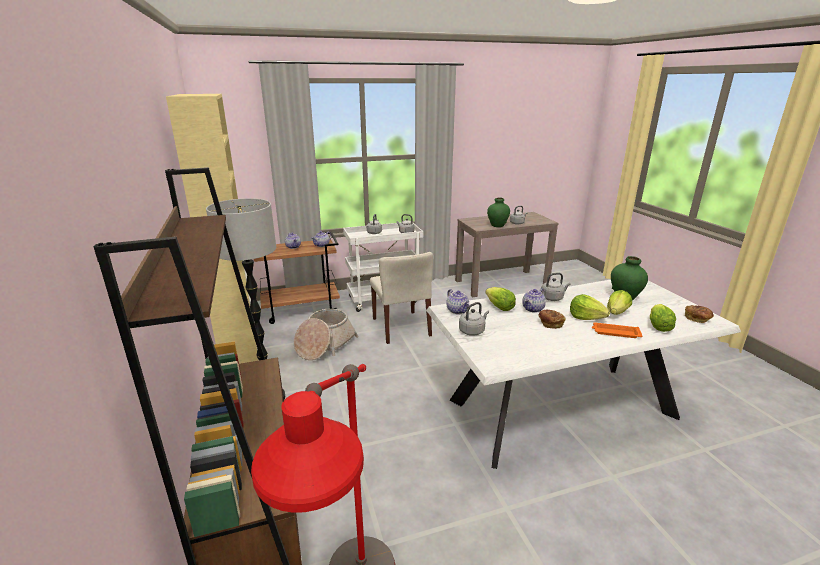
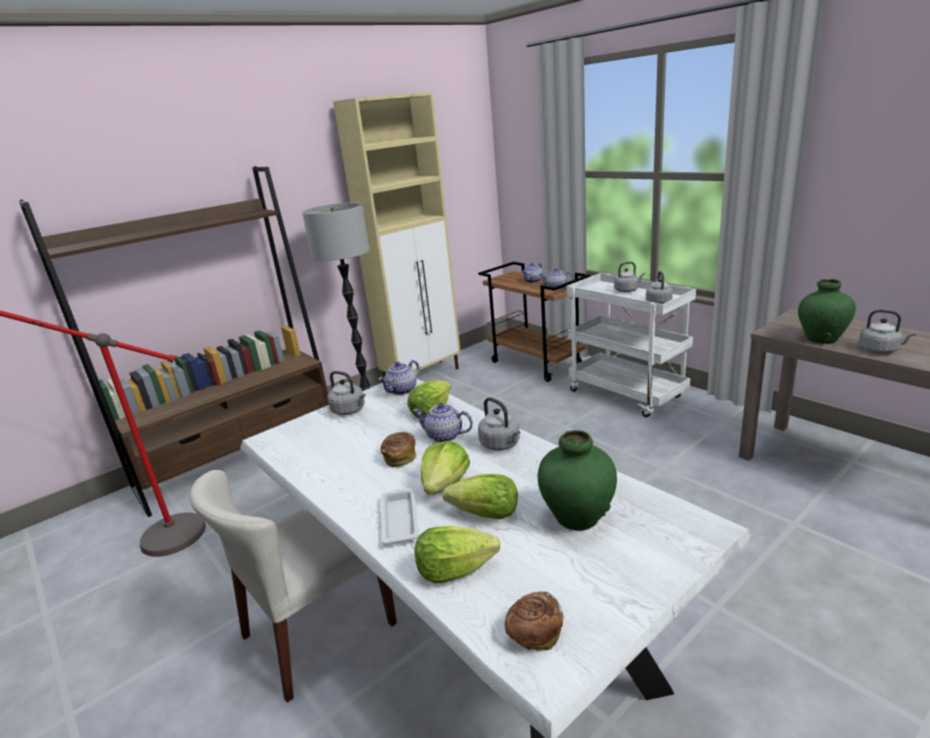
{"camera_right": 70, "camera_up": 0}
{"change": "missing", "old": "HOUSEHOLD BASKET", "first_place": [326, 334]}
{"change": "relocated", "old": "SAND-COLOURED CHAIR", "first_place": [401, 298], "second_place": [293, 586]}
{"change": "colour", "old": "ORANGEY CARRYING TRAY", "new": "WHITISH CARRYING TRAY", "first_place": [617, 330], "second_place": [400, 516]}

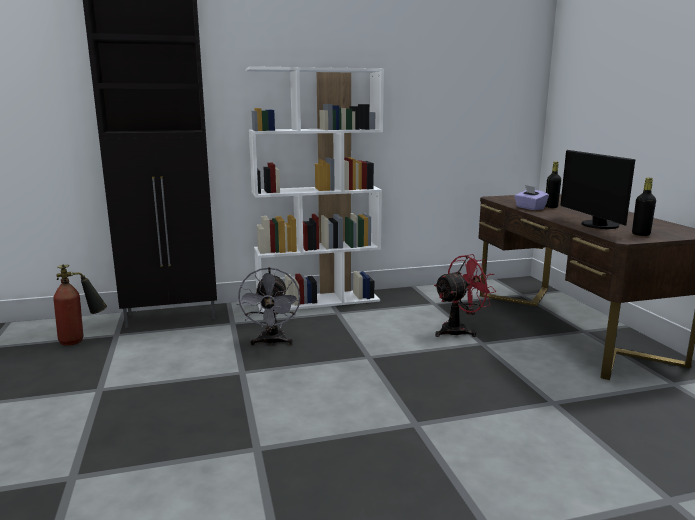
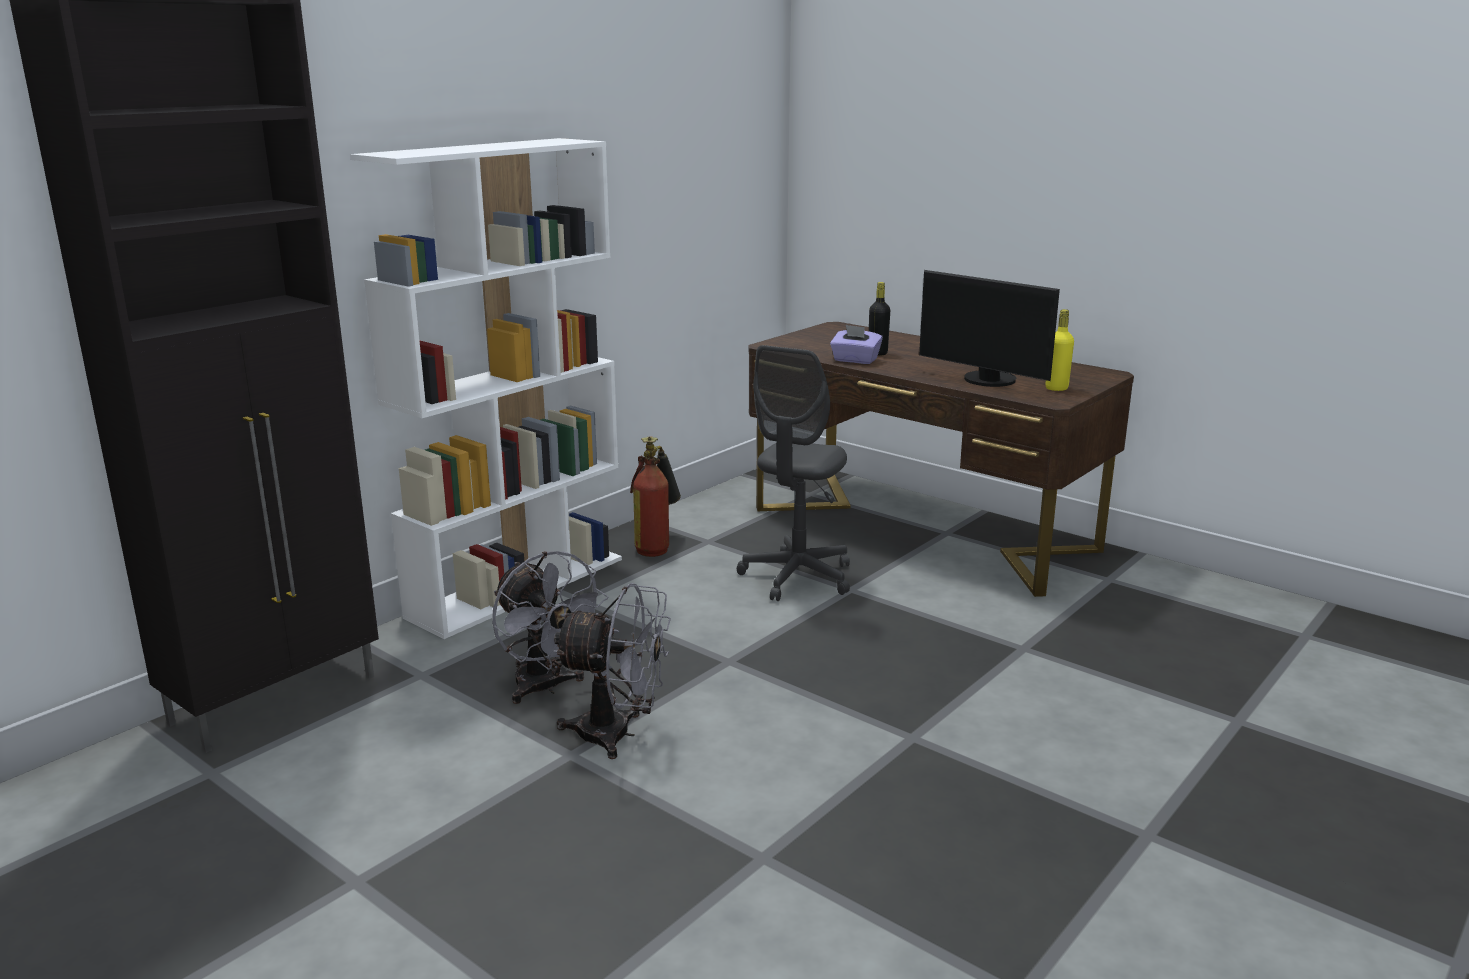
{"camera_right": -35, "camera_up": 5}
{"change": "appeared", "new": "GREY COOLING FAN", "second_place": [611, 671]}
{"change": "relocated", "old": "FIRE-FIGHTING CYLINDER", "first_place": [80, 305], "second_place": [655, 496]}
{"change": "exchanged", "old": "REDDISH COOLING FAN", "new": "GREY OFFICE CHAIR", "first_place": [465, 295], "second_place": [793, 473]}
{"change": "colour", "old": "BLACKISH DRINK BOTTLE", "new": "YELLOW DRINK BOTTLE", "first_place": [644, 207], "second_place": [1060, 350]}

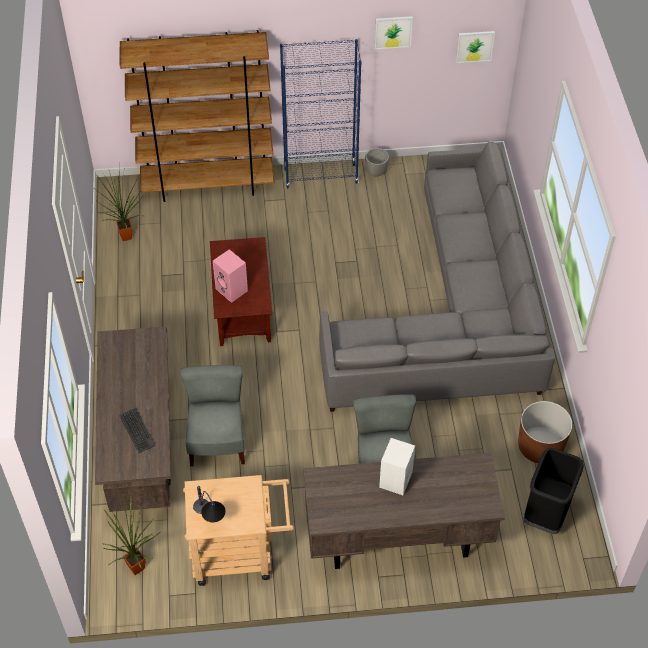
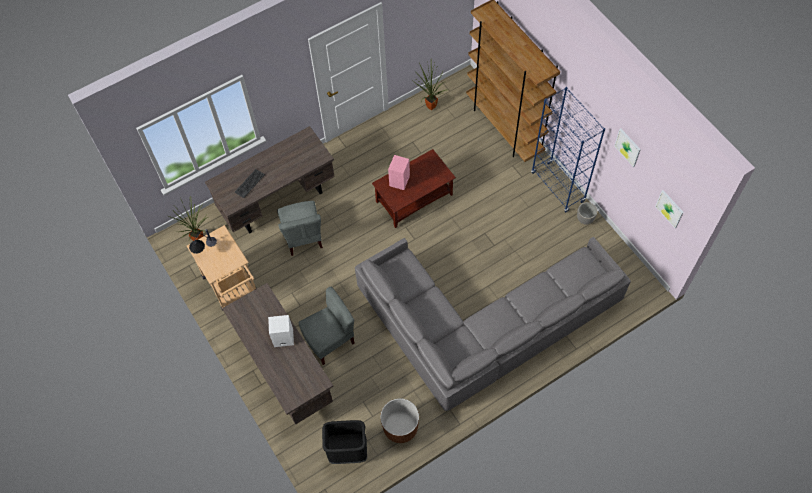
{"camera_right": 65, "camera_up": 10}
{"change": "spun", "old": "GREY CHAIR", "first_place": [213, 415], "second_place": [300, 228], "degrees": 105}

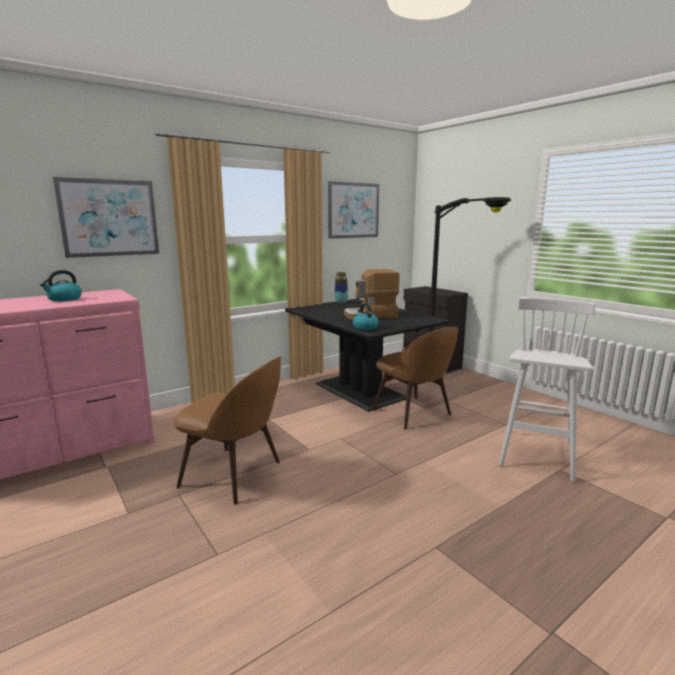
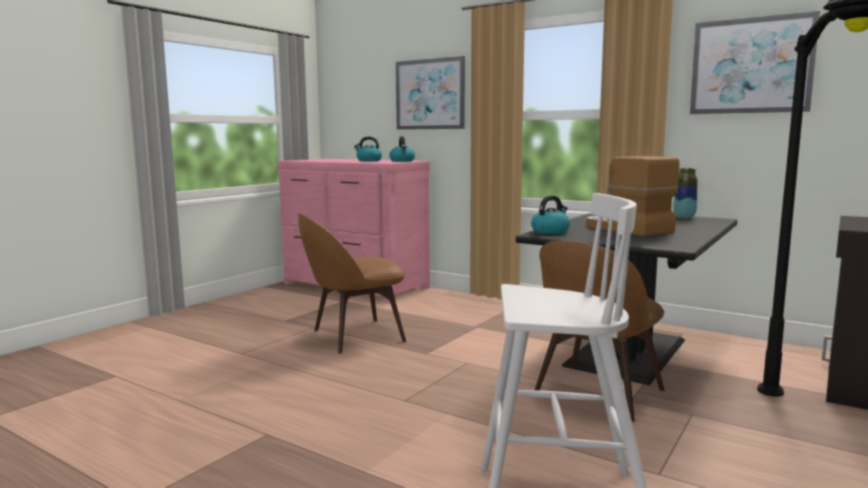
{"camera_right": 70, "camera_up": -5}
{"change": "appeared", "new": "TEA KETTLE", "second_place": [402, 149]}
{"change": "spun", "old": "BROWN CHAIR", "first_place": [227, 431], "second_place": [352, 283], "degrees": 60}

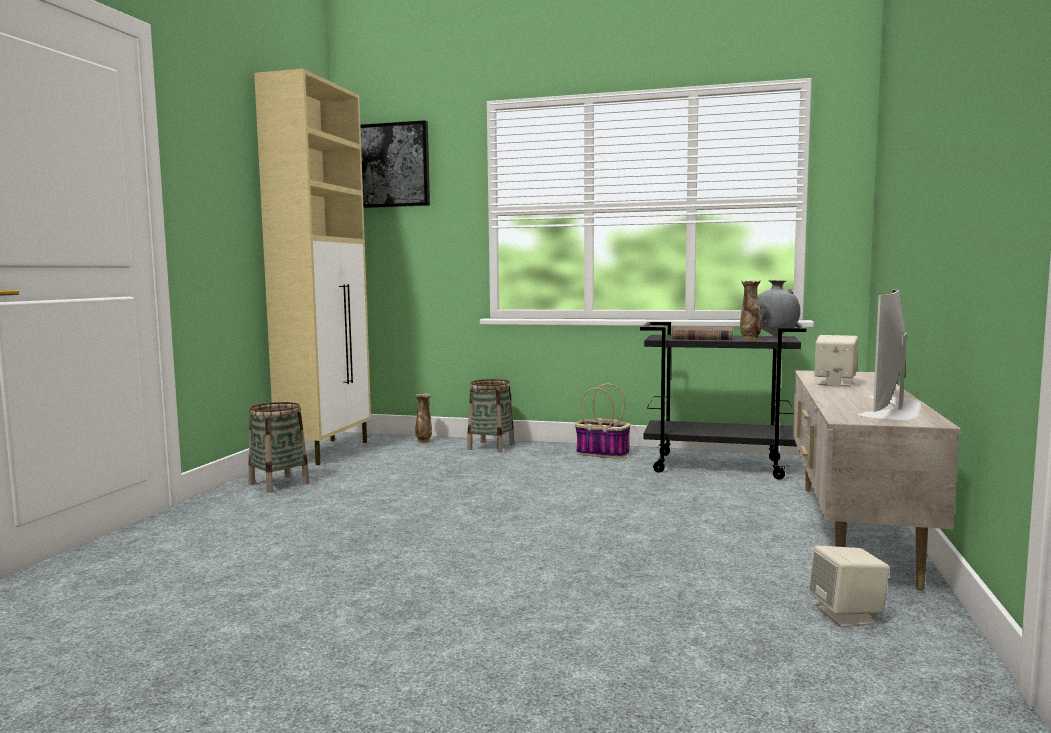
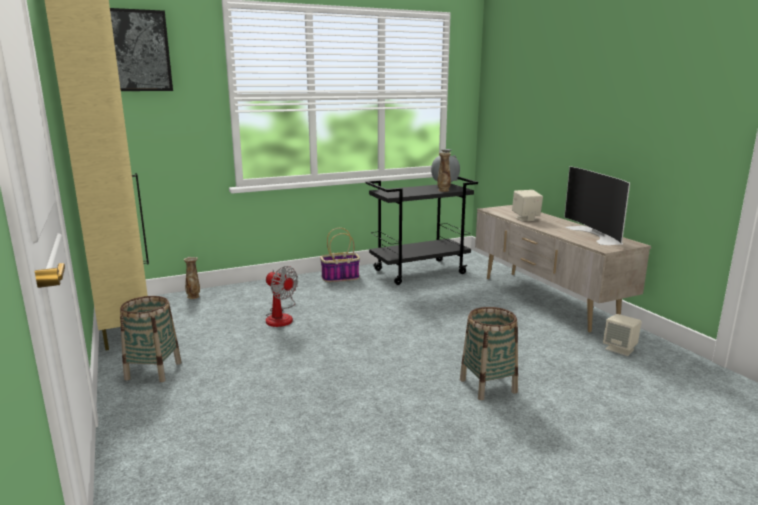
{"camera_right": -40, "camera_up": 10}
{"change": "missing", "old": "BROWN VOLUME", "first_place": [702, 333]}
{"change": "appeared", "new": "COOLING FAN", "second_place": [282, 296]}
{"change": "relocated", "old": "HOUSEHOLD BASKET", "first_place": [491, 415], "second_place": [489, 353]}

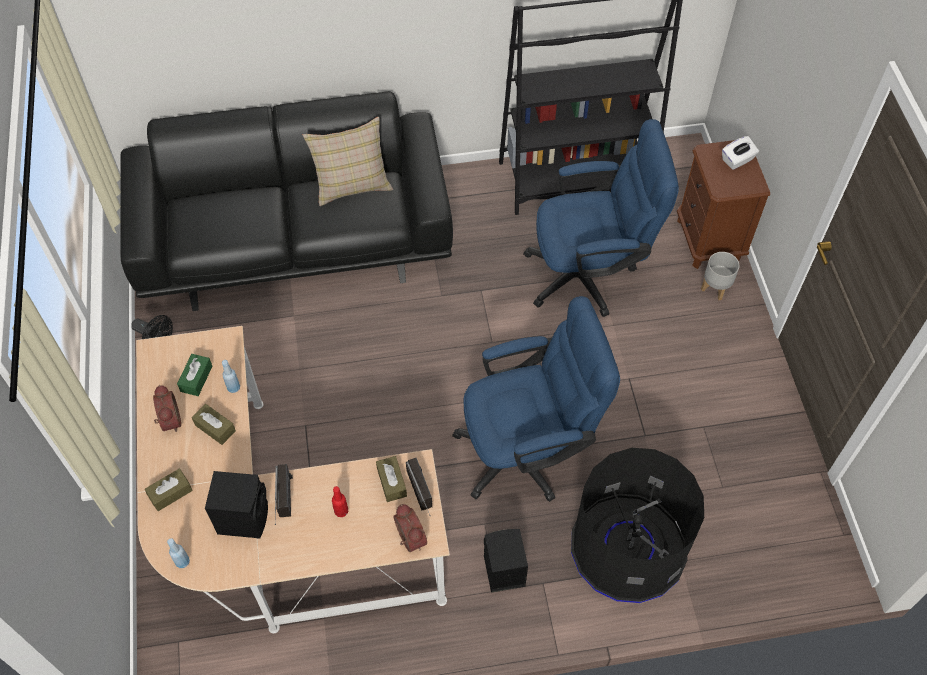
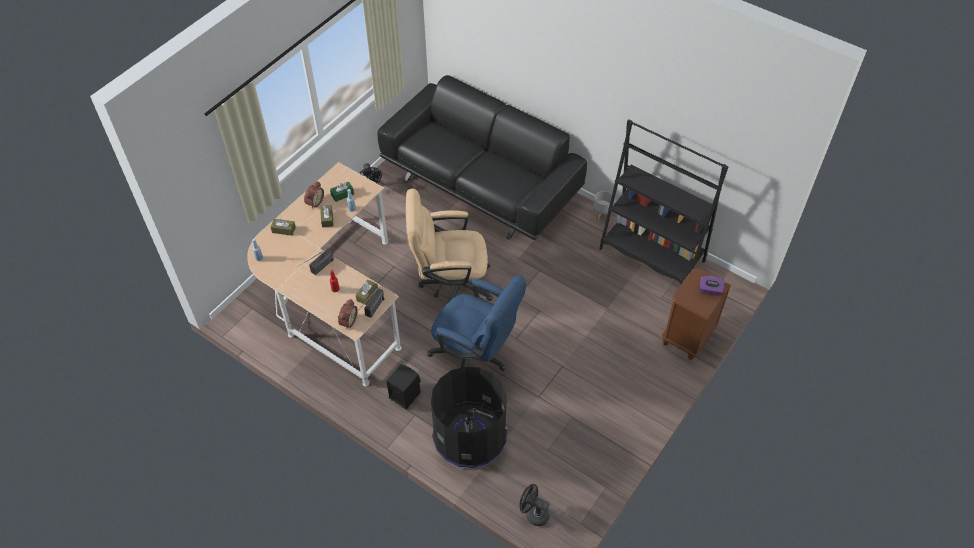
{"camera_right": 45, "camera_up": -5}
{"change": "missing", "old": "BLACKISH LOUDSPEAKER", "first_place": [236, 505]}
{"change": "missing", "old": "SAND-COLOURED CUSHION", "first_place": [348, 161]}
{"change": "missing", "old": "BLUISH OFFICE CHAIR", "first_place": [601, 218]}
{"change": "appeared", "new": "SAND-COLOURED OFFICE CHAIR", "second_place": [449, 245]}
{"change": "appeared", "new": "BLACKISH COOLING FAN", "second_place": [535, 505]}
{"change": "relocated", "old": "GREY PLANTER", "first_place": [720, 276], "second_place": [602, 206]}
{"change": "colour", "old": "WHITISH BOX OF TISSUES", "new": "PURPLE-COLOURED BOX OF TISSUES", "first_place": [740, 153], "second_place": [712, 286]}

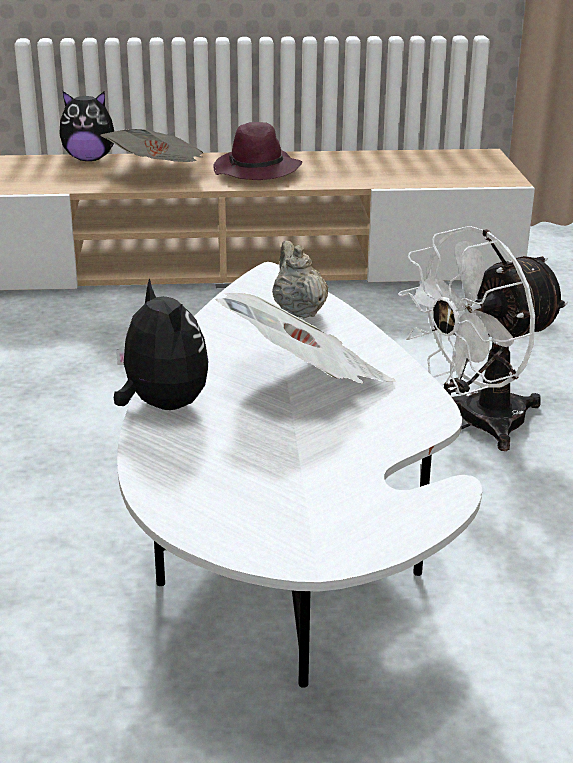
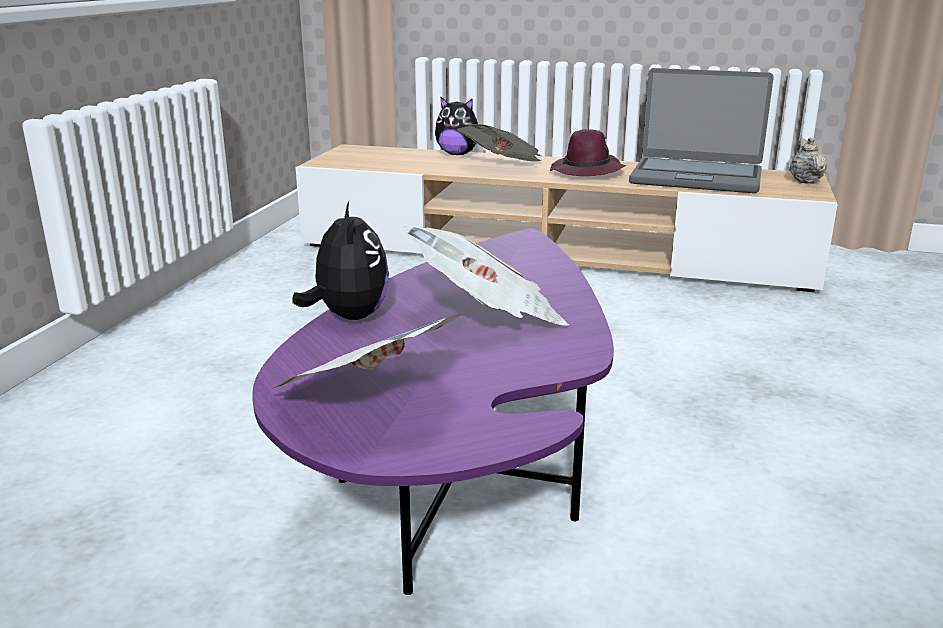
{"camera_right": 20, "camera_up": -5}
{"change": "missing", "old": "WHITISH COOLING FAN", "first_place": [483, 338]}
{"change": "appeared", "new": "DAILY PAPER", "second_place": [368, 351]}
{"change": "appeared", "new": "LAPTOP", "second_place": [701, 130]}
{"change": "relocated", "old": "SAND-COLOURED TEA POT", "first_place": [300, 279], "second_place": [808, 160]}
{"change": "colour", "old": "WHITISH LOUNGE TABLE", "new": "PURPLE-COLOURED LOUNGE TABLE", "first_place": [299, 475], "second_place": [433, 411]}

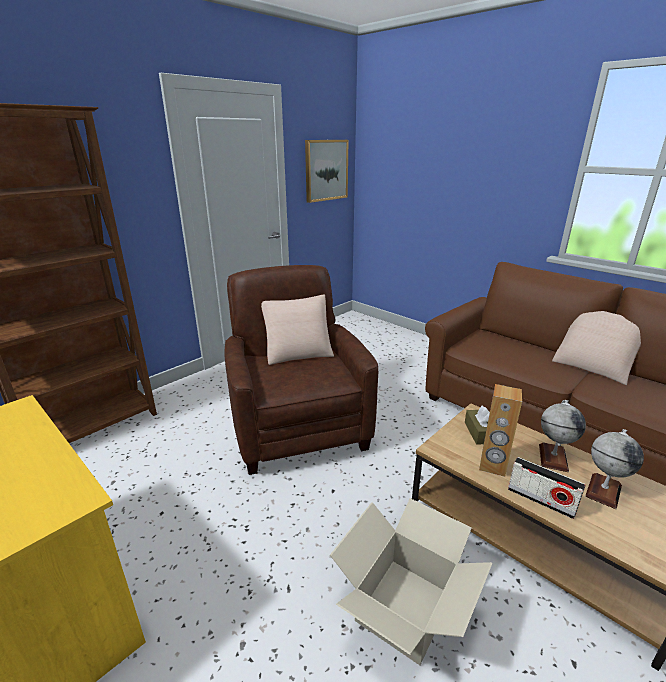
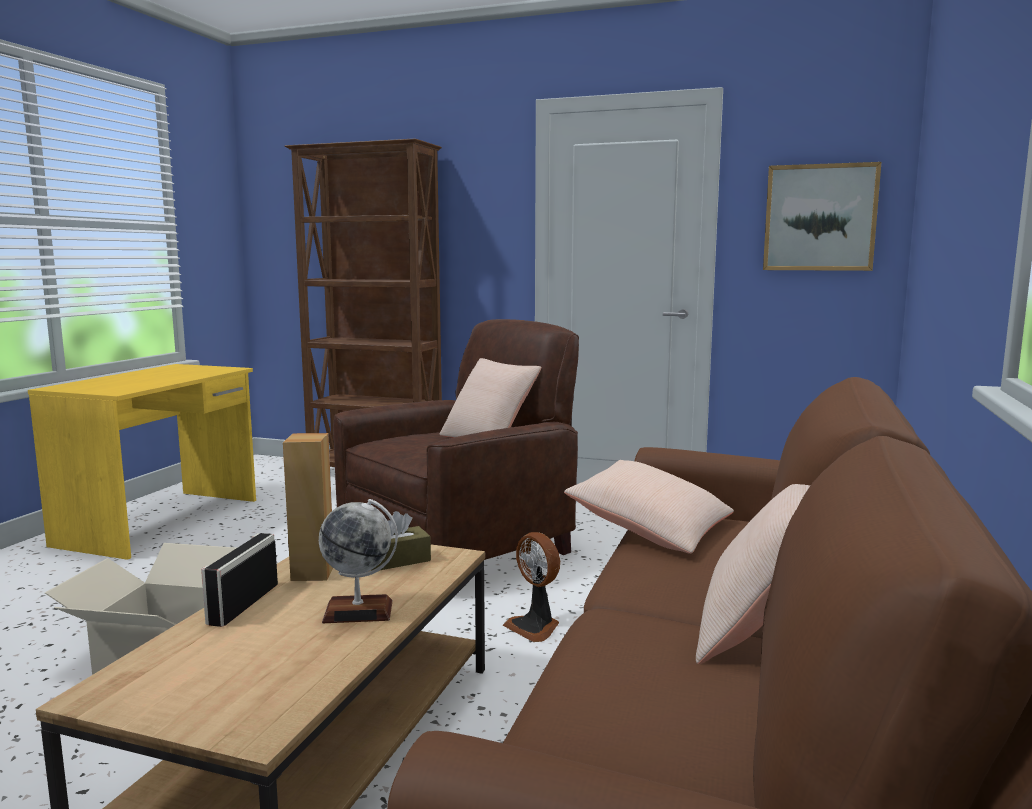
{"camera_right": 65, "camera_up": -15}
{"change": "missing", "old": "GLOBE", "first_place": [614, 469]}
{"change": "appeared", "new": "COOLING FAN", "second_place": [531, 587]}
{"change": "appeared", "new": "SAND-COLOURED CUSHION", "second_place": [649, 507]}

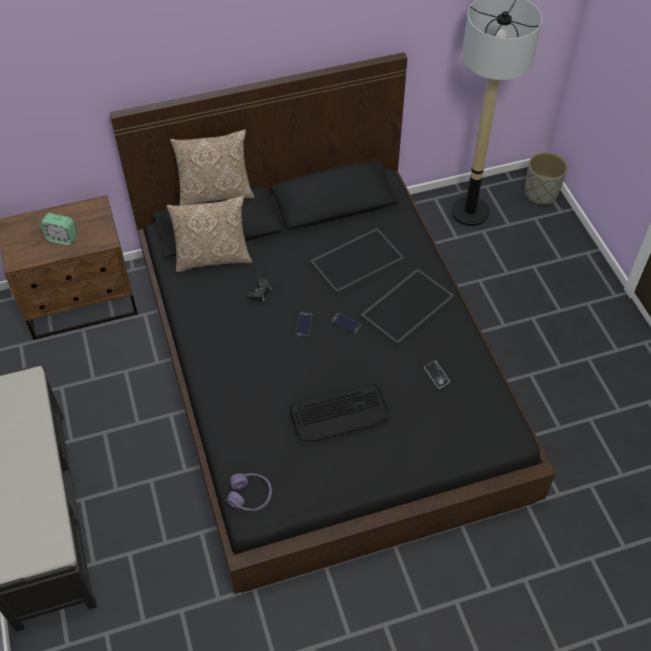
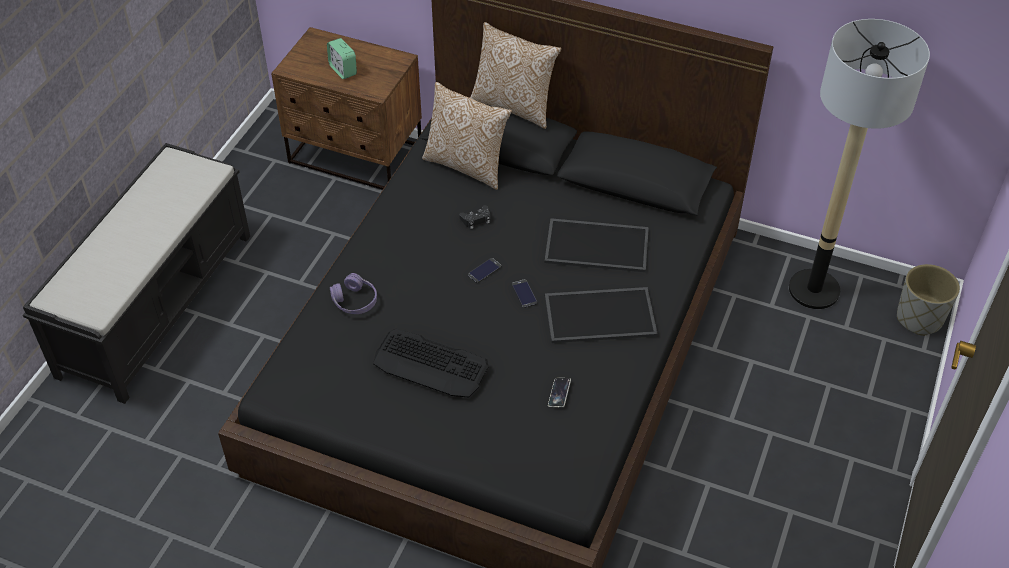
{"camera_right": 40, "camera_up": -5}
{"change": "relocated", "old": "PURPLE-COLOURED PAIR OF HEADPHONES", "first_place": [249, 492], "second_place": [353, 293]}

